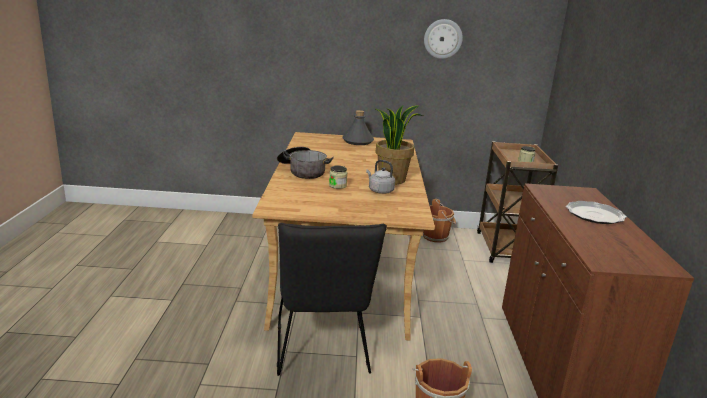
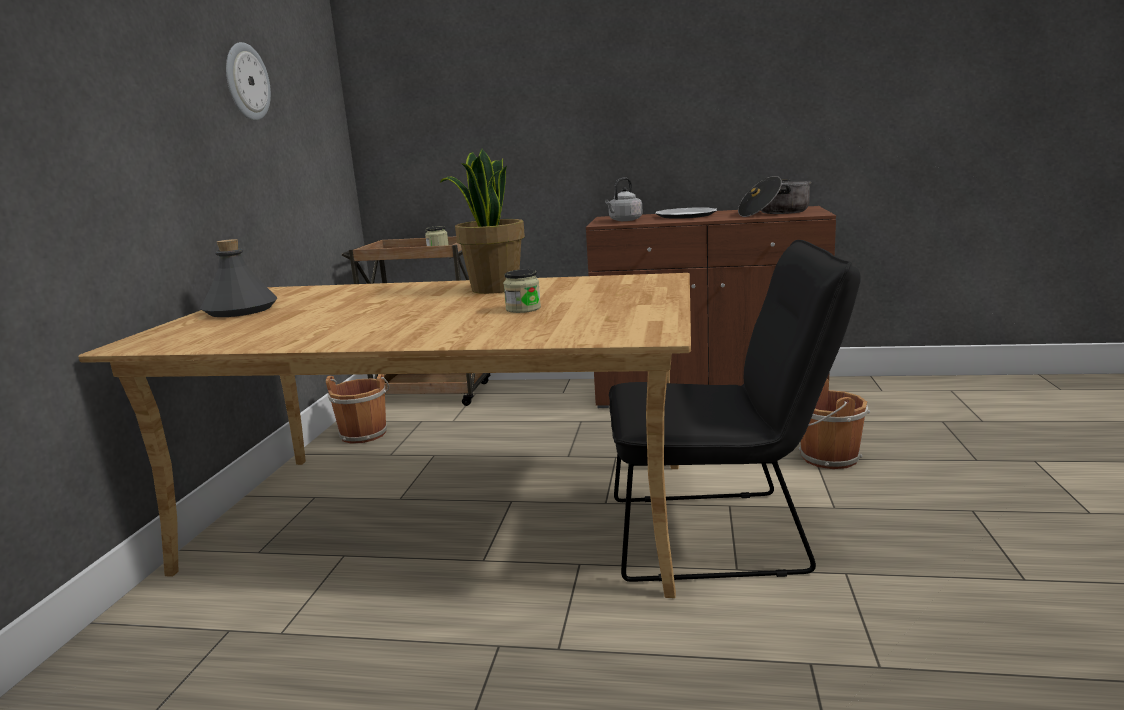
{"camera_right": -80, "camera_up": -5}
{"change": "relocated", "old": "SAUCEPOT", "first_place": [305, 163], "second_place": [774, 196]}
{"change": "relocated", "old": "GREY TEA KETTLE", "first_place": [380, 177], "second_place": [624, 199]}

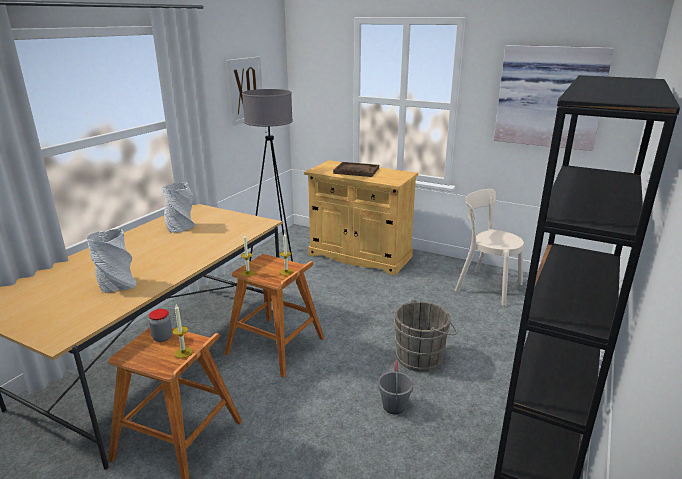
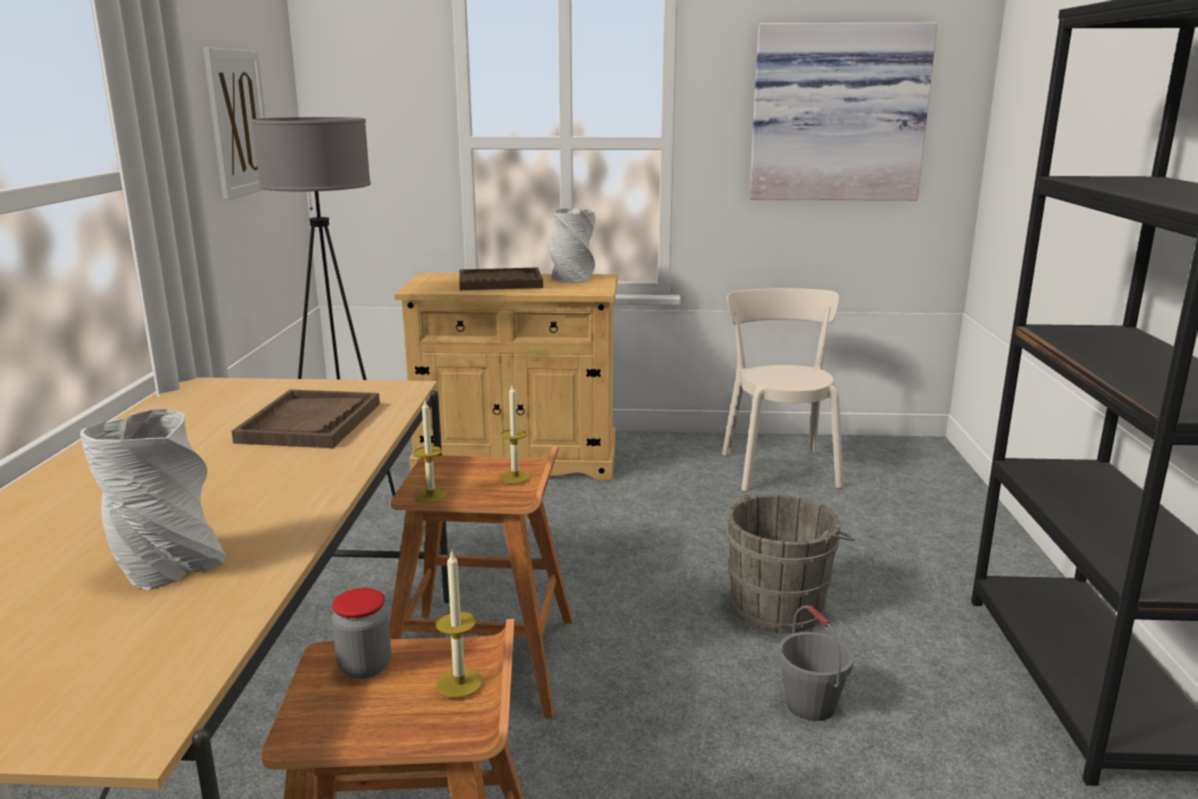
{"camera_right": -25, "camera_up": -5}
{"change": "appeared", "new": "BROWN CARRYING TRAY", "second_place": [306, 418]}
{"change": "relocated", "old": "GREY FLOWER VASE", "first_place": [178, 207], "second_place": [572, 245]}
{"change": "spun", "old": "SAND-COLOURED CHAIR", "first_place": [489, 247], "second_place": [782, 389], "degrees": 75}

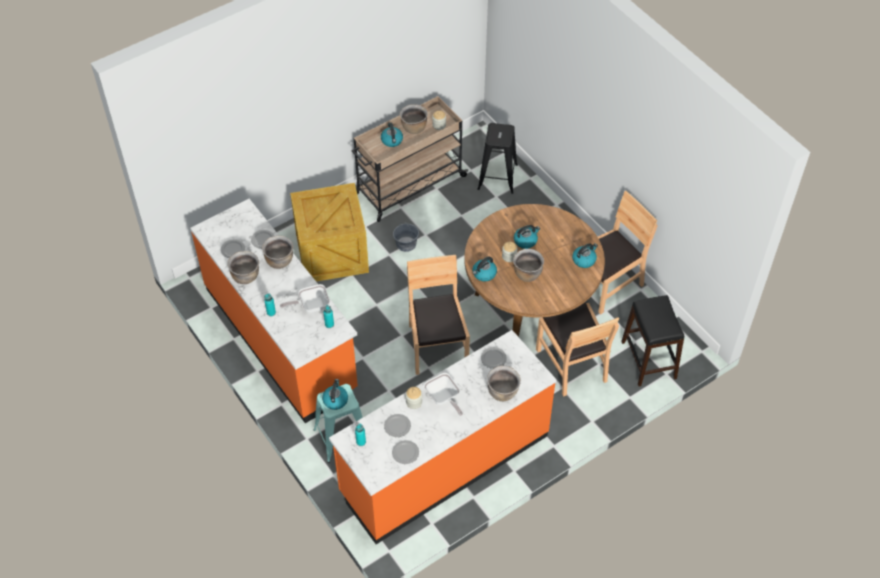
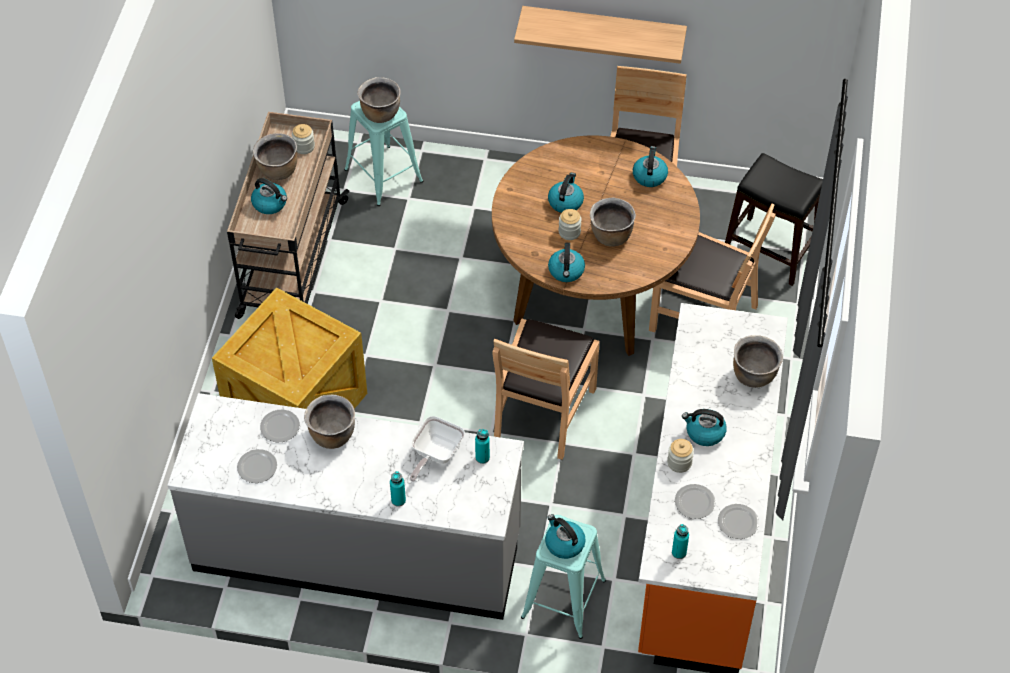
{"camera_right": -45, "camera_up": 0}
{"change": "missing", "old": "GREY WATER BUCKET", "first_place": [406, 237]}
{"change": "missing", "old": "PLATE", "first_place": [494, 358]}
{"change": "appeared", "new": "SHELF", "second_place": [600, 35]}
{"change": "relocated", "old": "BROWN SAUCEPOT", "first_place": [243, 267], "second_place": [379, 100]}
{"change": "exchanged", "old": "PAN", "new": "TEA KETTLE", "first_place": [443, 394], "second_place": [704, 427]}
{"change": "colour", "old": "ORANGEY KITCHEN BASE UNIT", "new": "GREY KITCHEN BASE UNIT", "first_place": [274, 311], "second_place": [345, 506]}
{"change": "colour", "old": "BLACKISH STOOL", "new": "BLUE-GREEN STOOL", "first_place": [497, 158], "second_place": [383, 153]}
{"change": "spun", "old": "BROWN CHAIR", "first_place": [438, 315], "second_place": [546, 389], "degrees": -105}

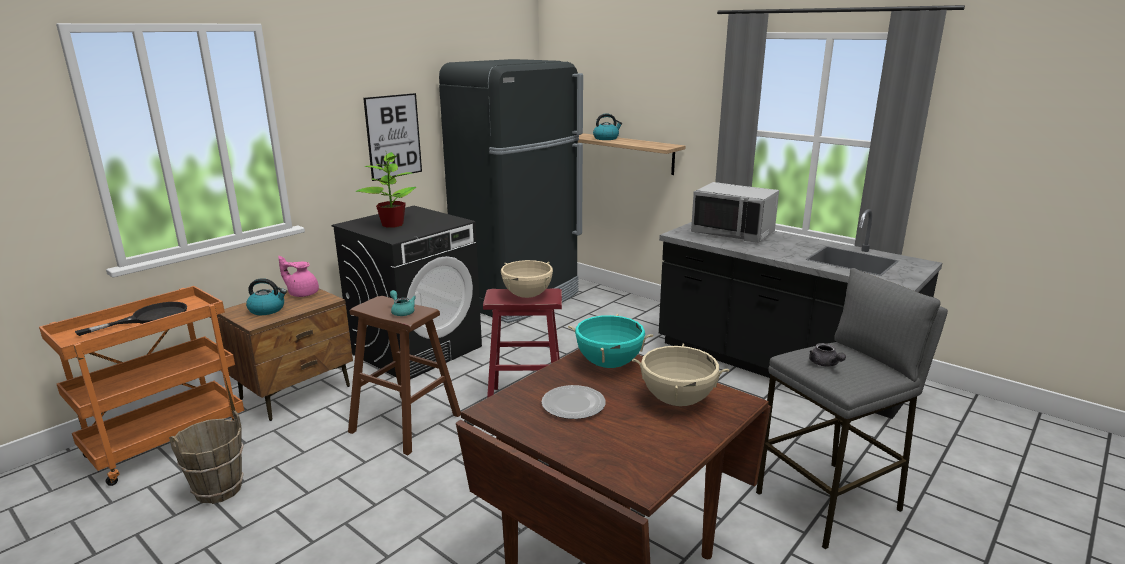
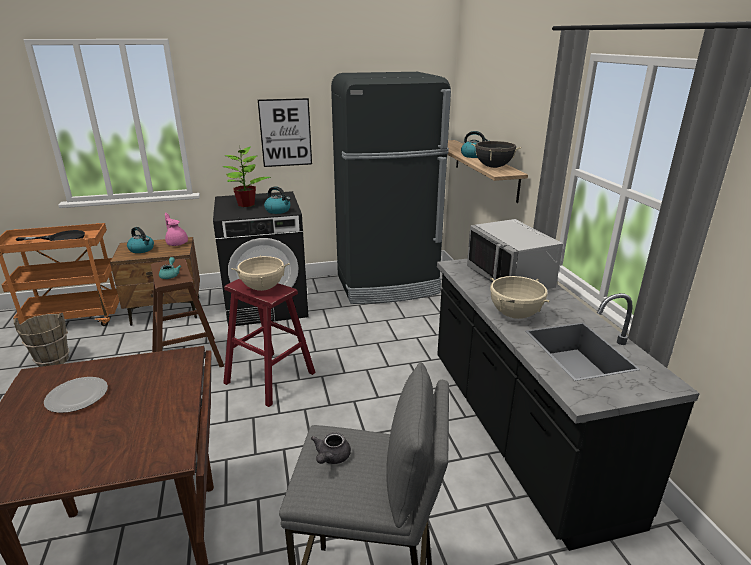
{"camera_right": 35, "camera_up": 5}
{"change": "missing", "old": "BLUE-GREEN SAUCEPOT", "first_place": [610, 341]}
{"change": "appeared", "new": "TEA KETTLE", "second_place": [277, 200]}
{"change": "appeared", "new": "BLACKISH SAUCEPOT", "second_place": [496, 154]}
{"change": "relocated", "old": "SAND-COLOURED SAUCEPOT", "first_place": [681, 374], "second_place": [520, 297]}

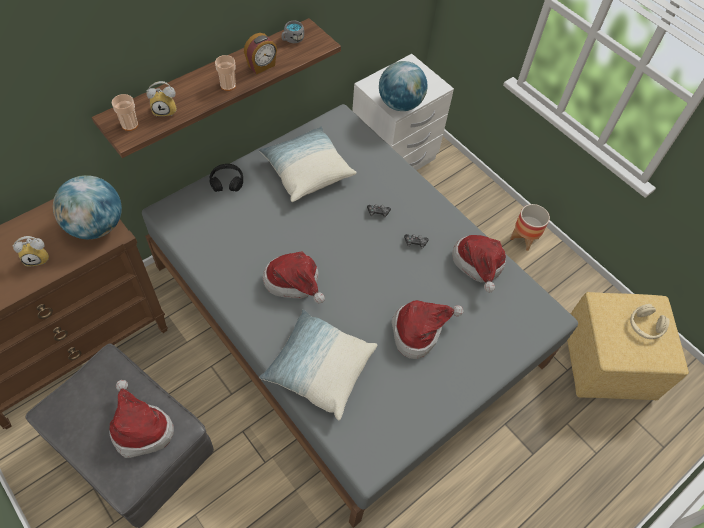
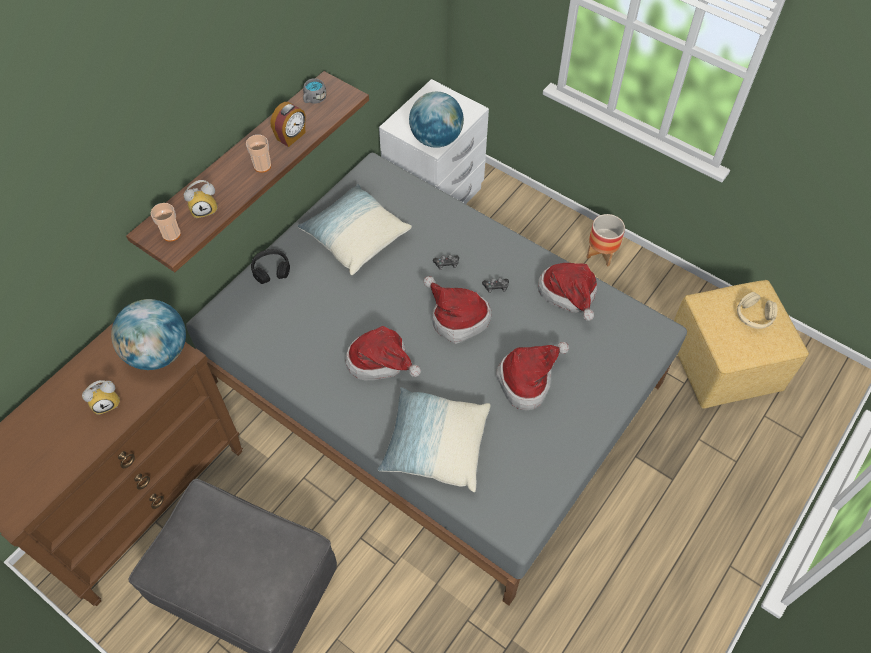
{"camera_right": -10, "camera_up": 0}
{"change": "relocated", "old": "CLOTHING HAT", "first_place": [141, 419], "second_place": [457, 310]}

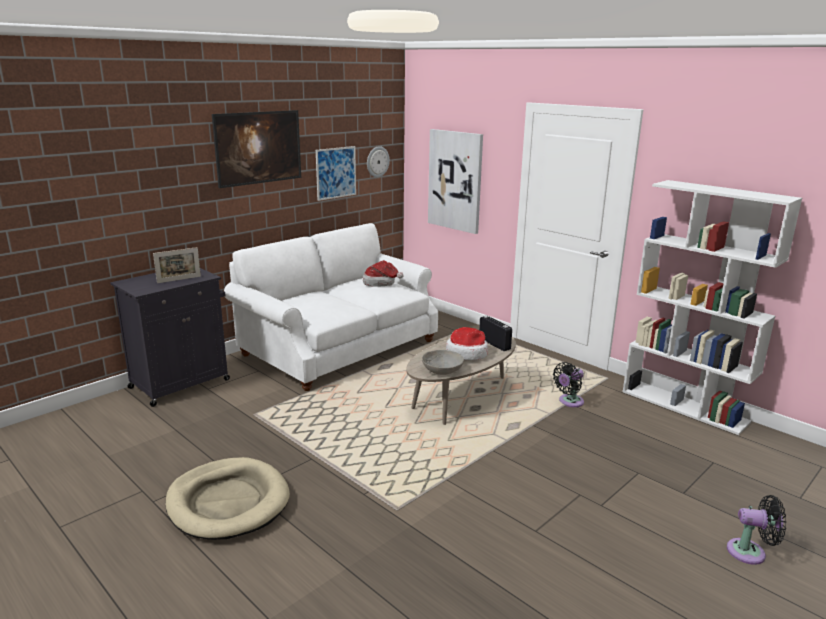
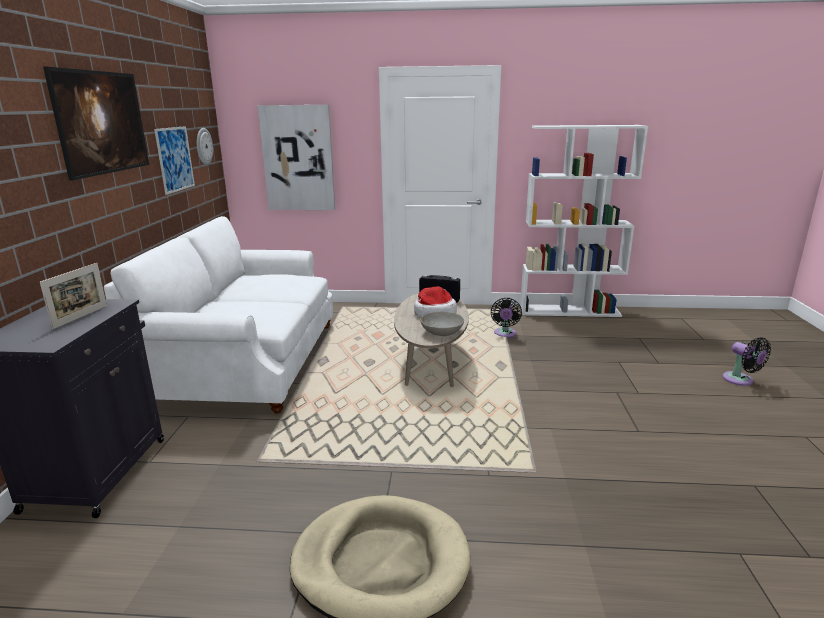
{"camera_right": -40, "camera_up": 0}
{"change": "missing", "old": "CLOTHING HAT", "first_place": [383, 273]}
{"change": "spun", "old": "BLACKISH COOLING FAN", "first_place": [756, 530], "second_place": [746, 361], "degrees": 90}

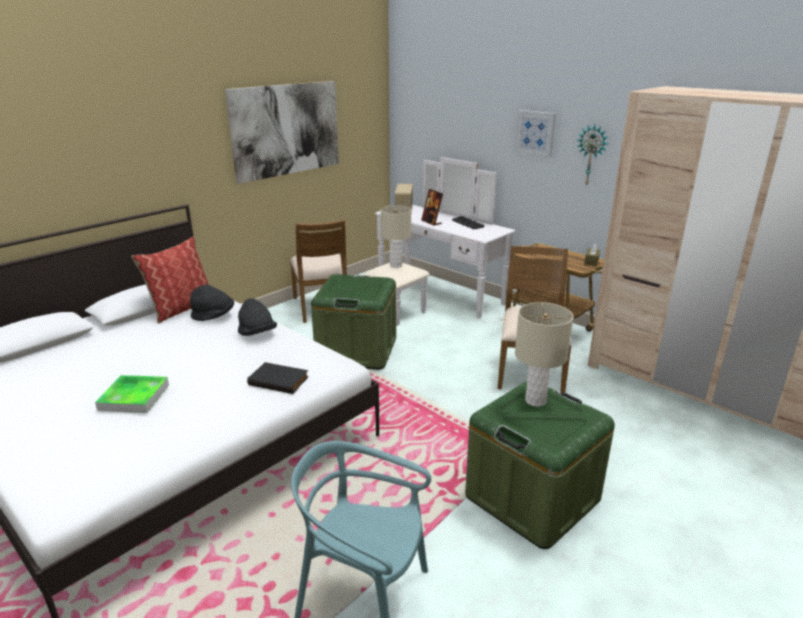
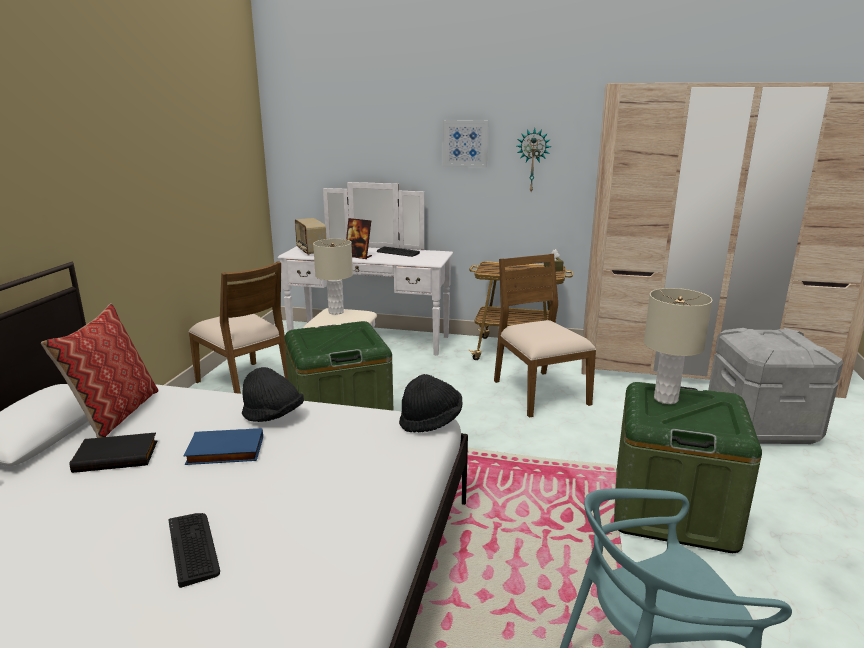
{"camera_right": -30, "camera_up": -5}
{"change": "missing", "old": "WALL ART", "first_place": [282, 132]}
{"change": "appeared", "new": "BLUISH VOLUME", "second_place": [223, 446]}
{"change": "appeared", "new": "GREY STORAGE CONTAINER", "second_place": [775, 386]}
{"change": "relocated", "old": "BLACKISH CLOTHING HAT", "first_place": [212, 303], "second_place": [430, 403]}
{"change": "relocated", "old": "BLACKISH VOLUME", "first_place": [278, 378], "second_place": [113, 453]}
{"change": "exchanged", "old": "CARRYING TRAY", "new": "KEYBOARD", "first_place": [132, 394], "second_place": [194, 550]}

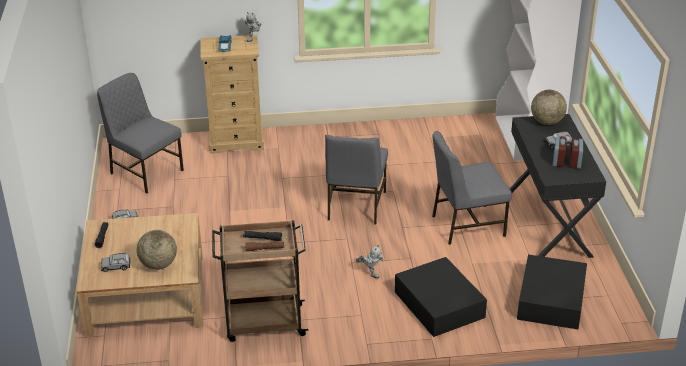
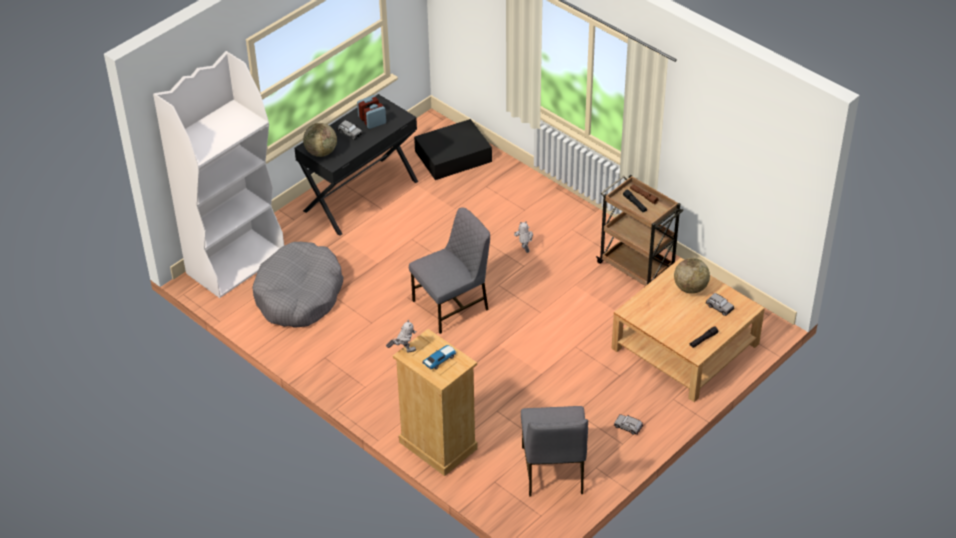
{"camera_right": -130, "camera_up": 10}
{"change": "missing", "old": "BLACKISH STORAGE CONTAINER", "first_place": [441, 297]}
{"change": "missing", "old": "GREY CHAIR", "first_place": [472, 188]}
{"change": "appeared", "new": "GREY PET BED", "second_place": [297, 285]}

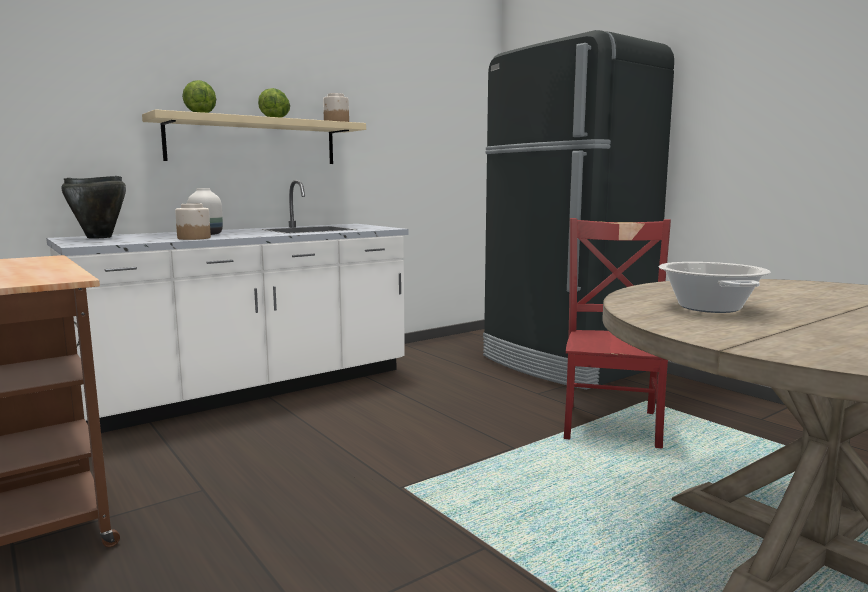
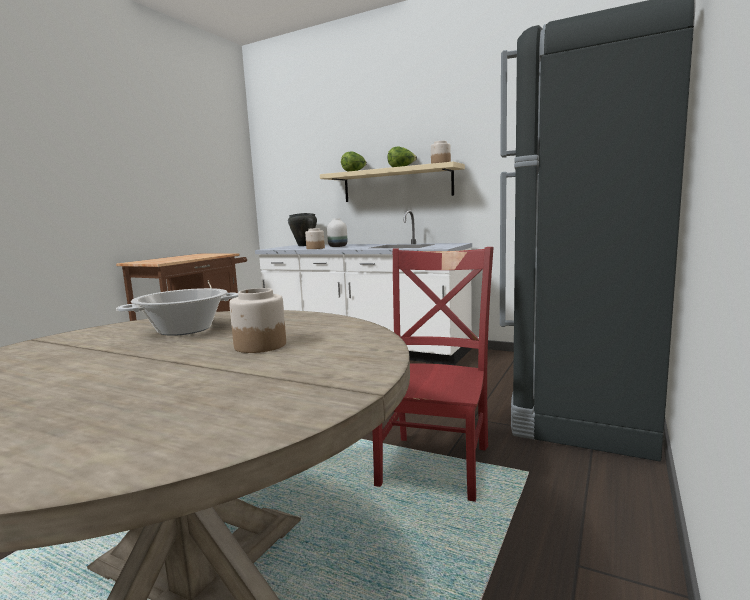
{"camera_right": 65, "camera_up": 0}
{"change": "appeared", "new": "PRESERVE JAR", "second_place": [257, 320]}
{"change": "spun", "old": "REDDISH CHAIR", "first_place": [617, 333], "second_place": [433, 374], "degrees": -60}

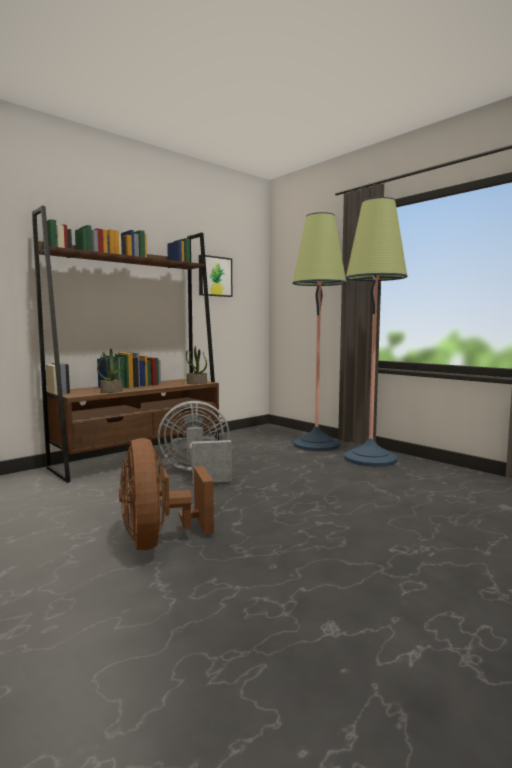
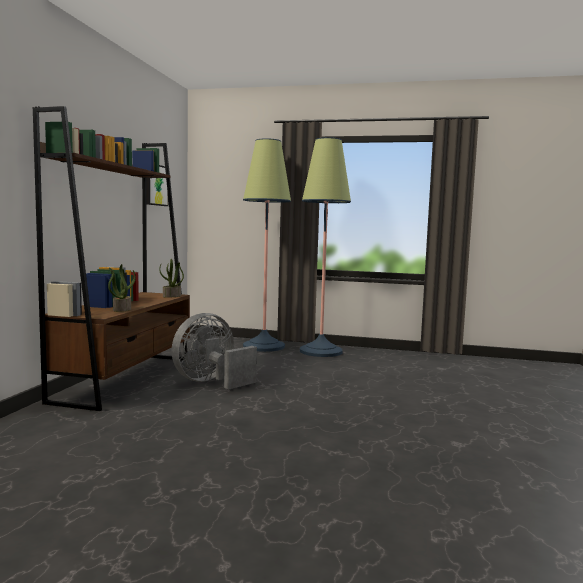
{"camera_right": -35, "camera_up": 0}
{"change": "missing", "old": "BROWN COOLING FAN", "first_place": [166, 494]}

